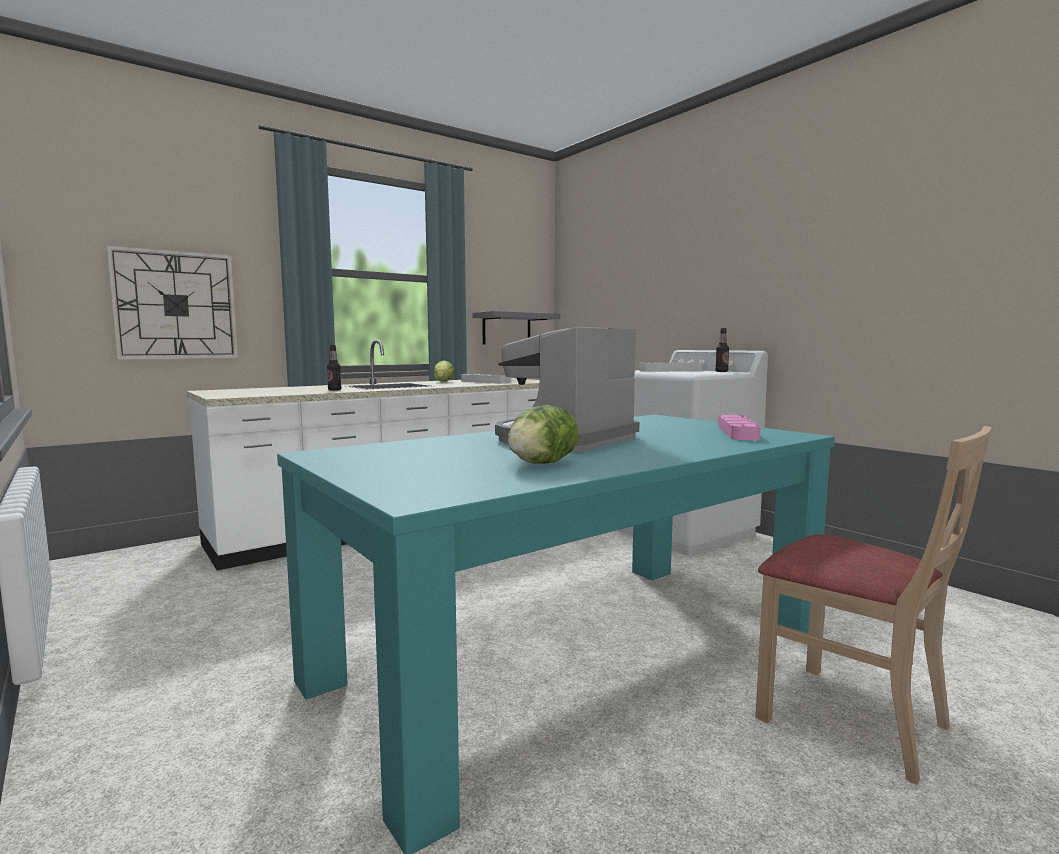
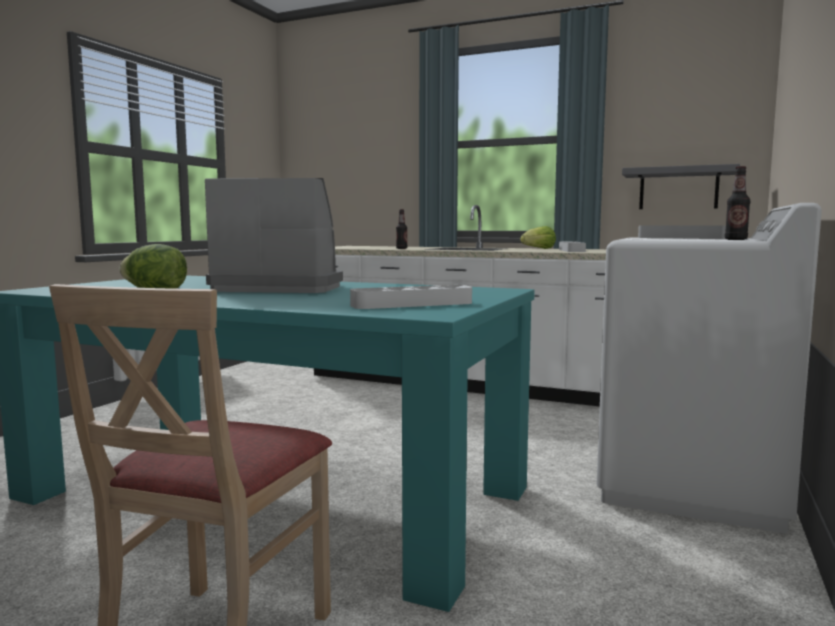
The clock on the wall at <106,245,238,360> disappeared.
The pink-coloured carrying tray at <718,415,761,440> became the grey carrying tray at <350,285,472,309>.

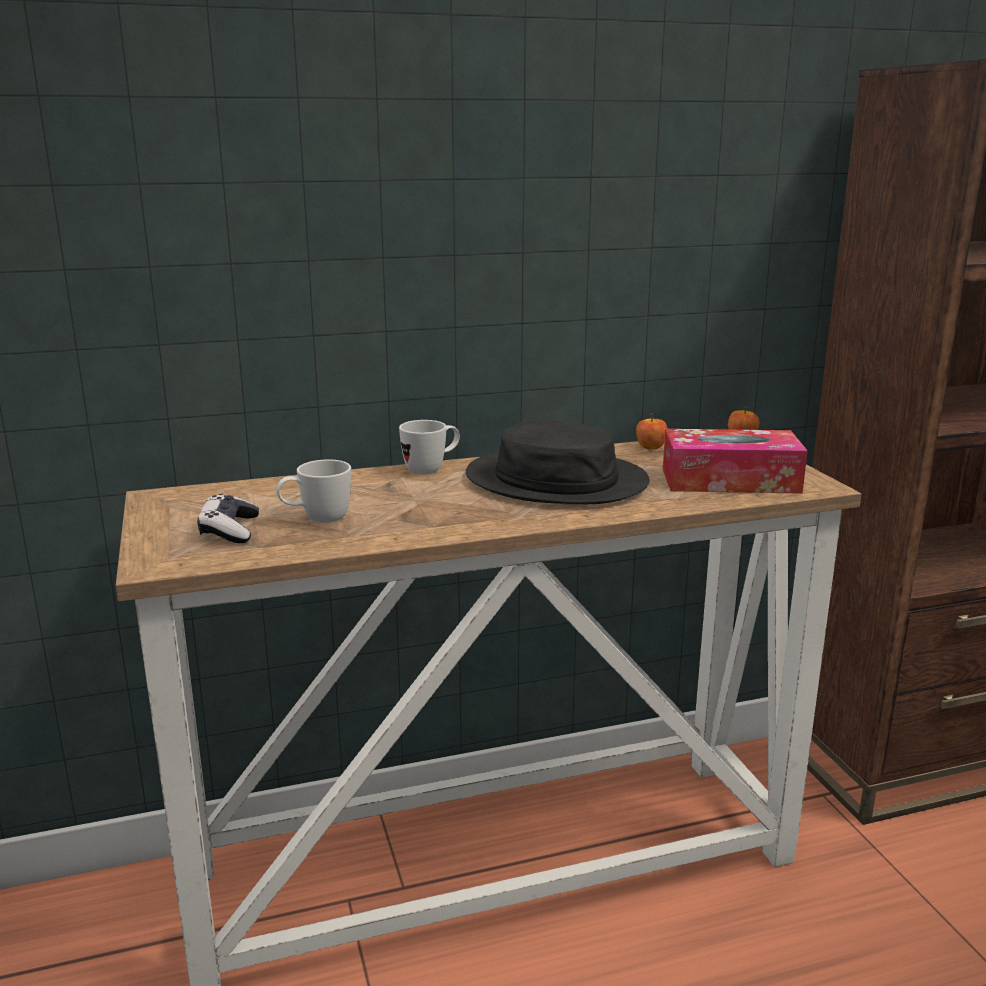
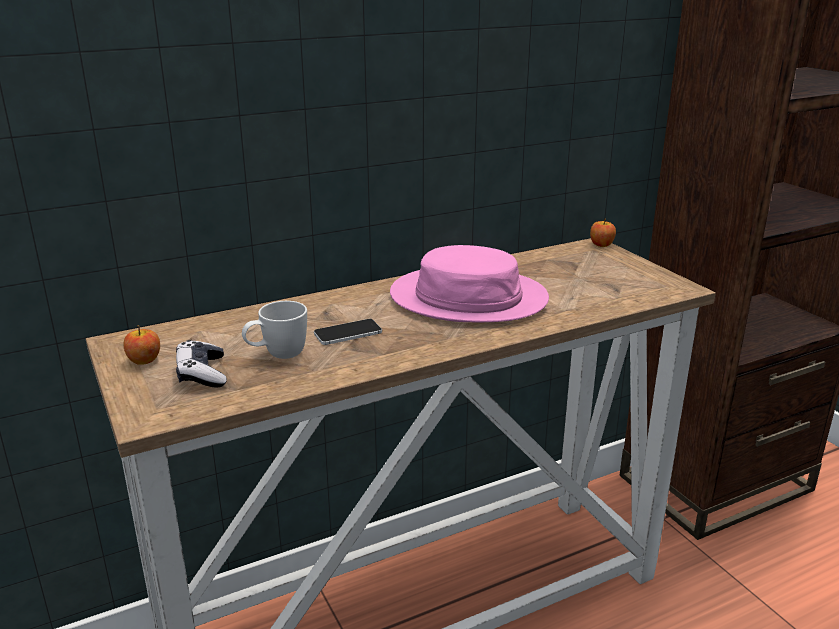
The white-coloured tea mug at <399,420,460,475> disappeared.
The tissue holder at <663,429,808,494> disappeared.
The telephone at <314,319,382,345> appeared.
The apple fruit moved from <636,413,668,449> to <124,325,160,365>.
The black-coloured hat at <466,420,650,504> became the pink-coloured hat at <390,245,549,322>.

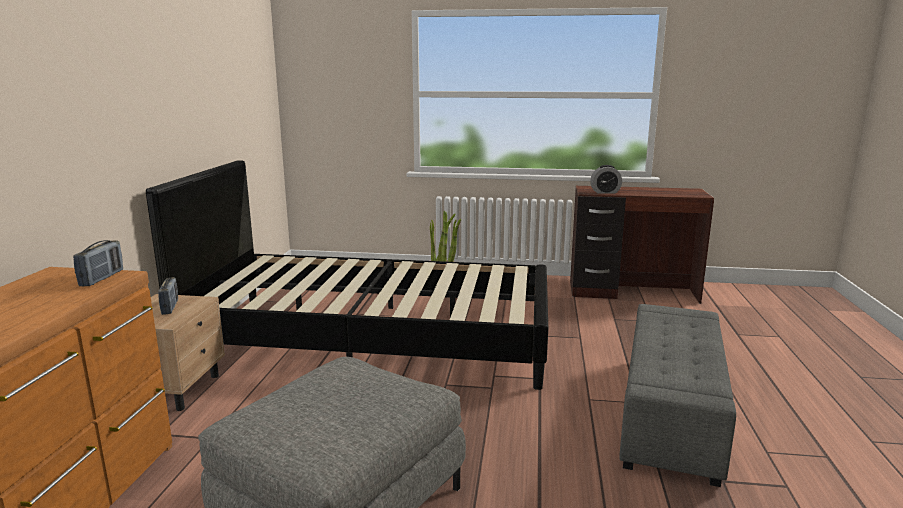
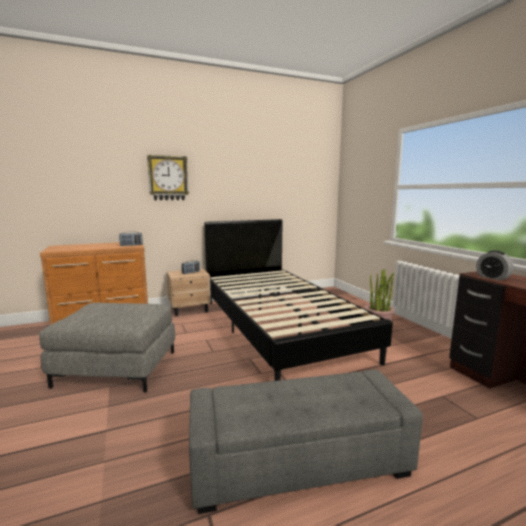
The clock on the wall at <147,155,189,200> appeared.

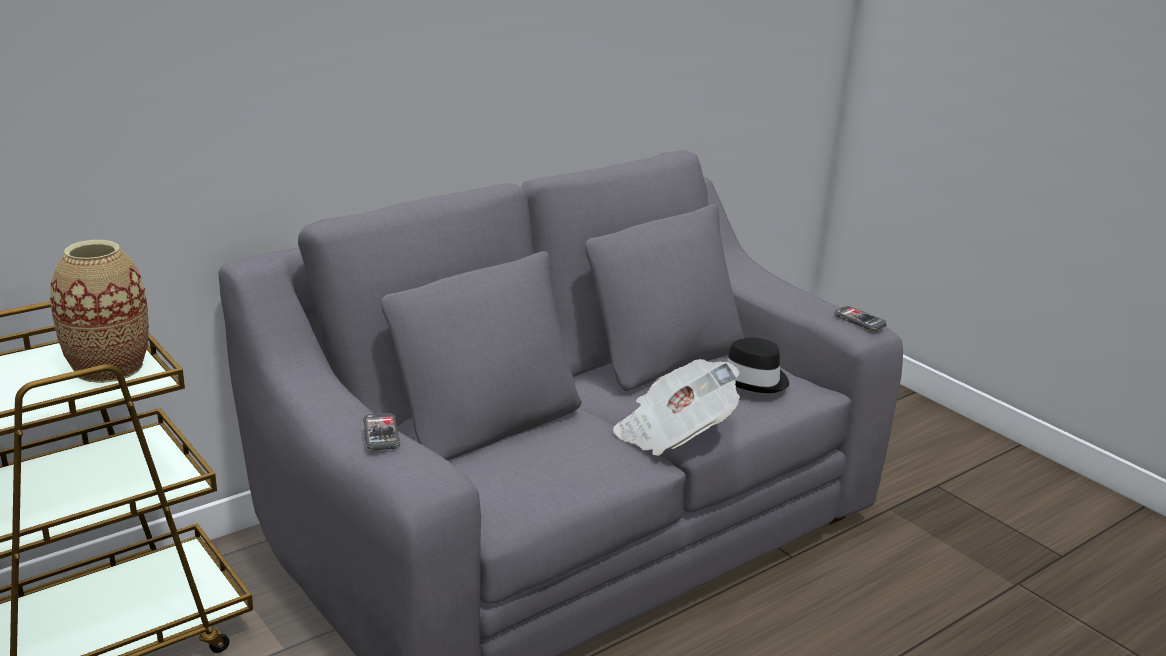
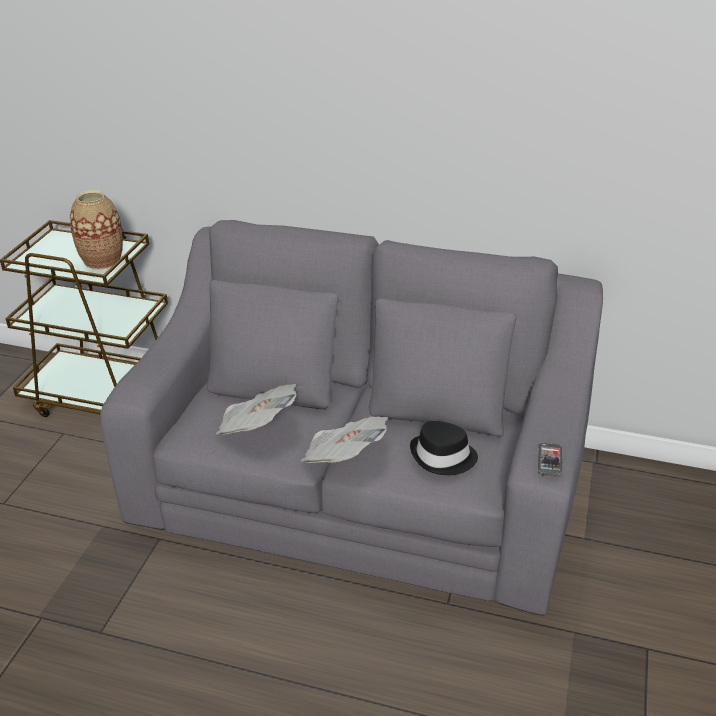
The telephone at <363,413,400,450> disappeared.
The printed paper at <215,384,297,435> appeared.

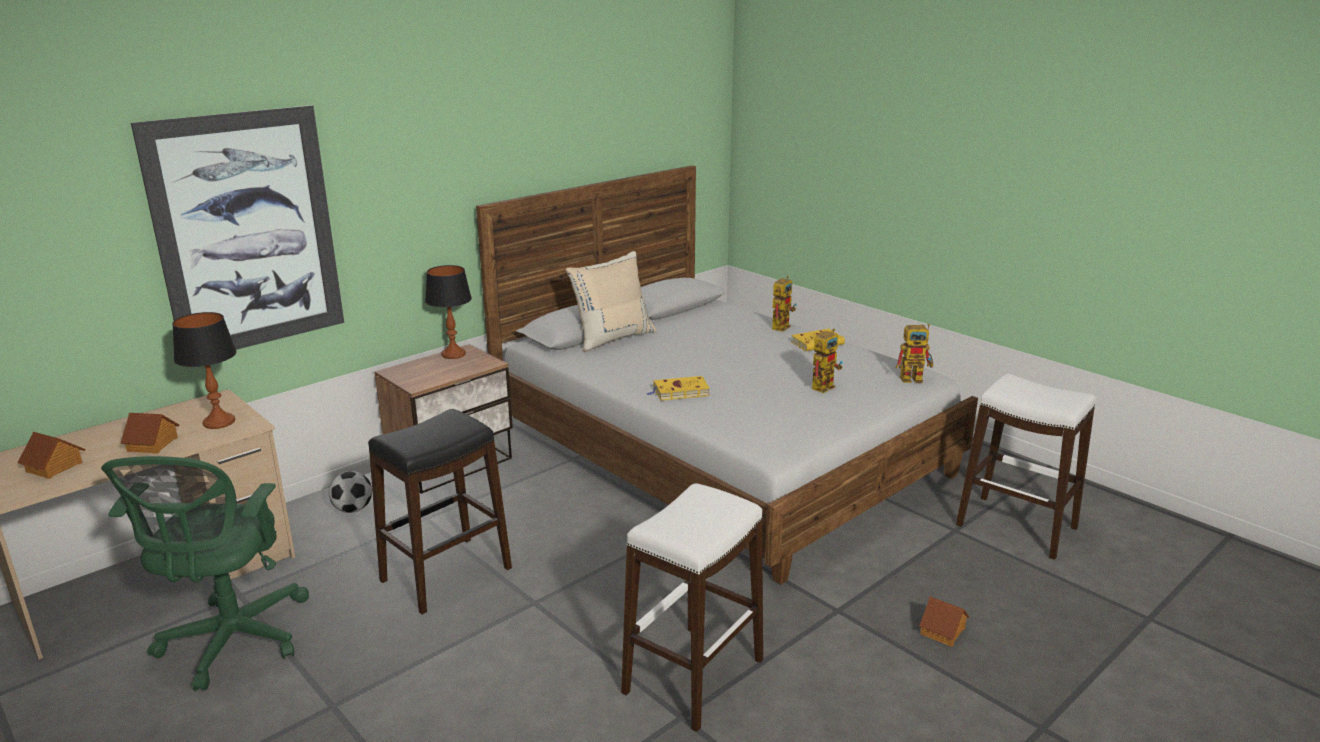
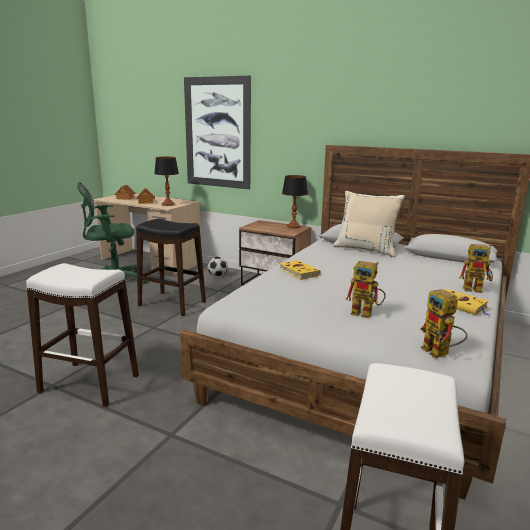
The model house at <919,597,969,647> disappeared.

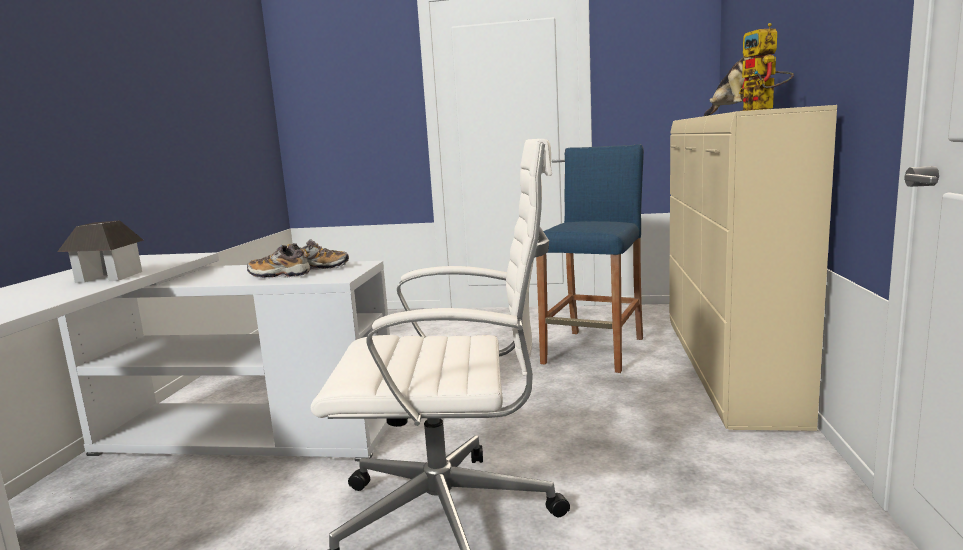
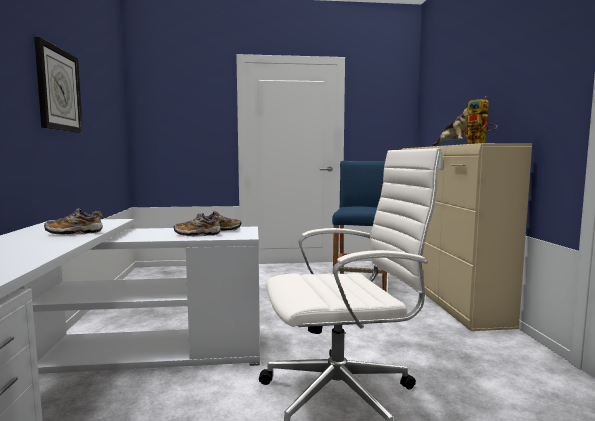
The clock on the wall at <34,37,83,133> appeared.
The model house at <57,220,144,283> was replaced by the item of footwear at <44,208,103,236>.

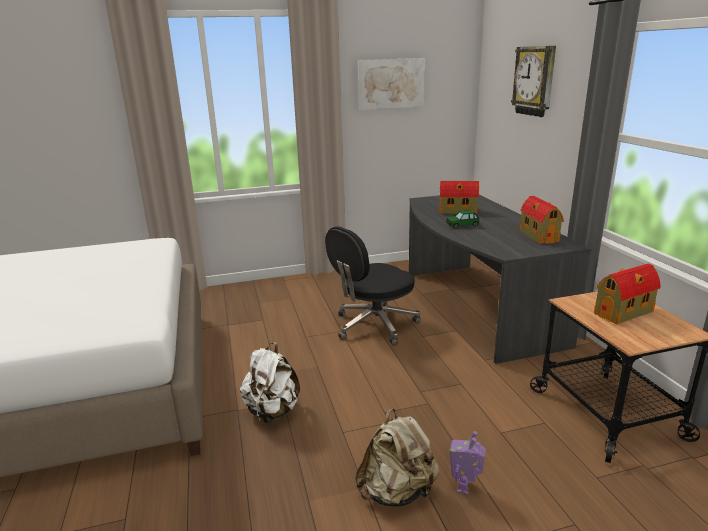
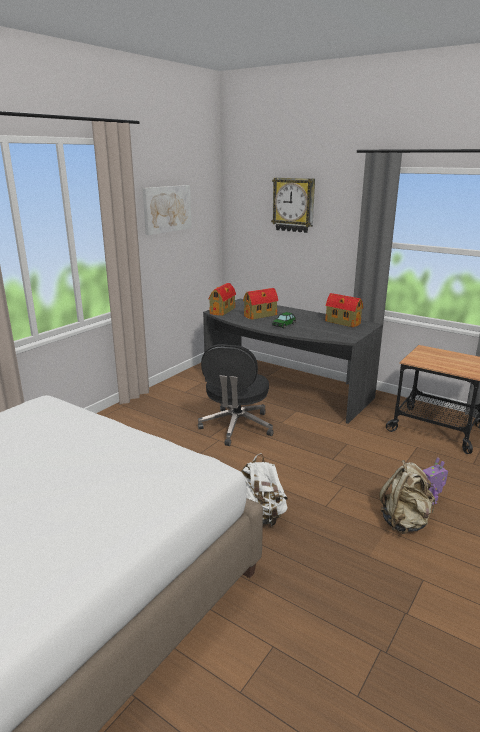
The model house moved from <594,263,661,324> to <209,283,236,316>.

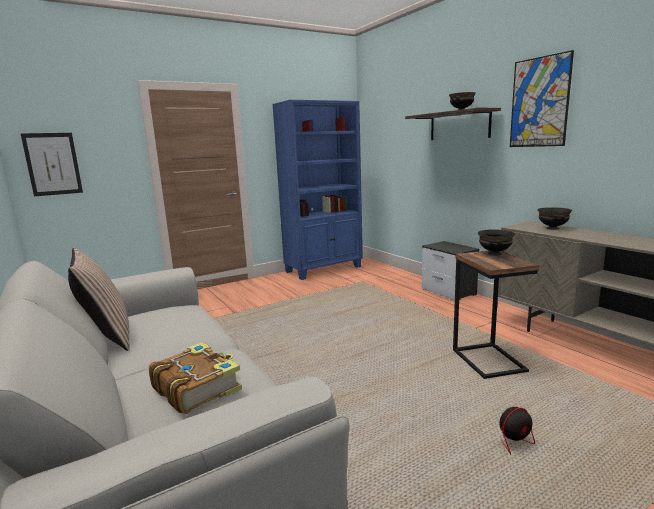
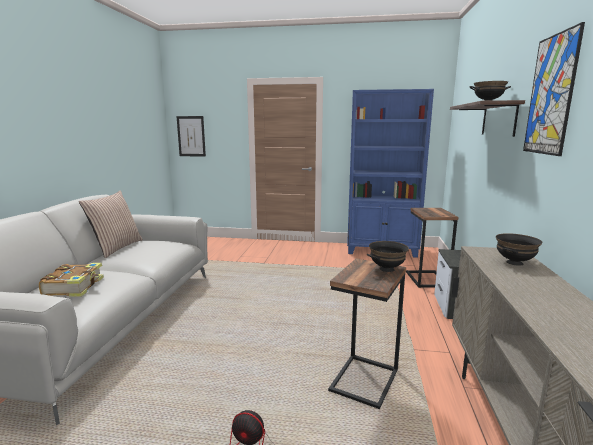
The side table at <406,208,458,288> appeared.

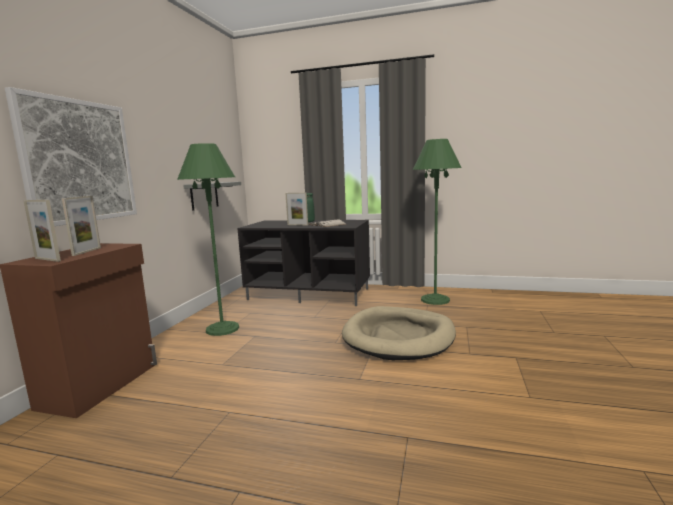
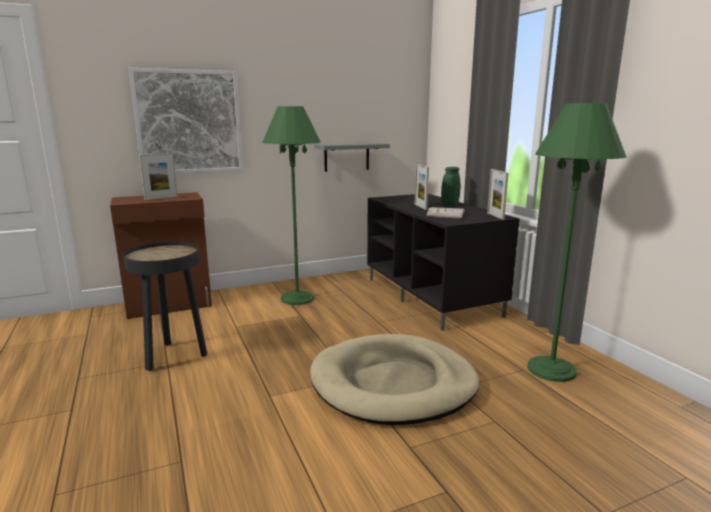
The black-coloured side table at <123,242,207,371> appeared.
The picture frame moved from <23,200,61,262> to <487,169,509,220>.

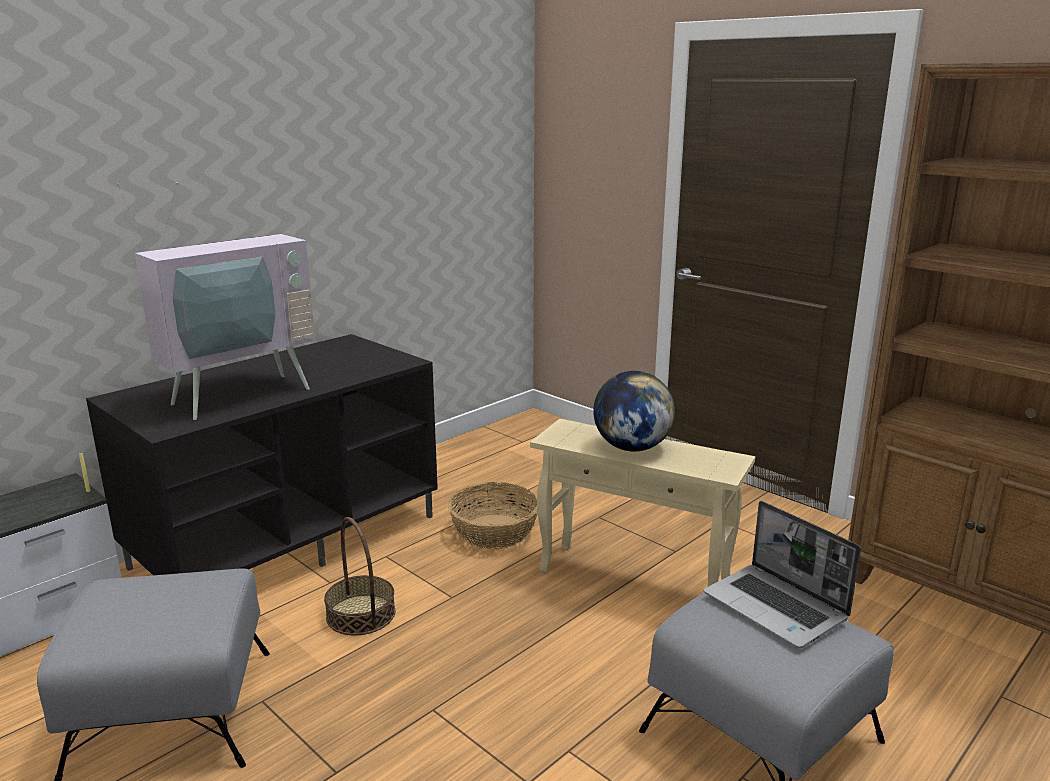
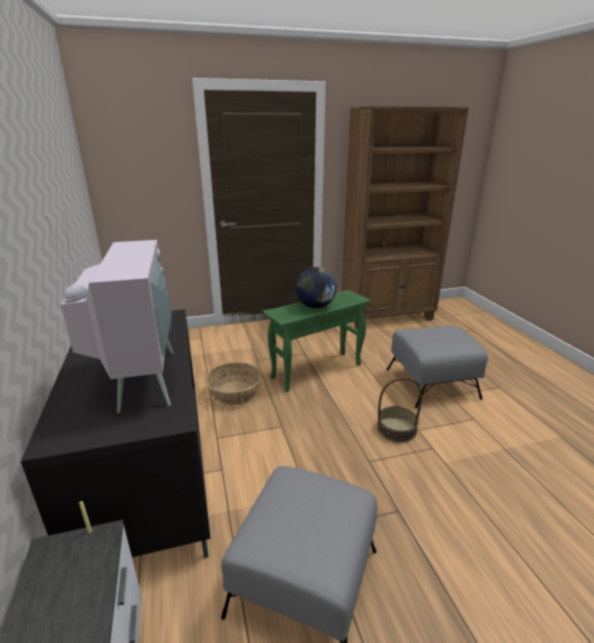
The laptop at <704,501,861,648> disappeared.
The basket moved from <324,517,395,635> to <377,378,422,443>.
The sand-coloured side table at <530,419,755,587> became the green-coloured side table at <263,290,371,392>.

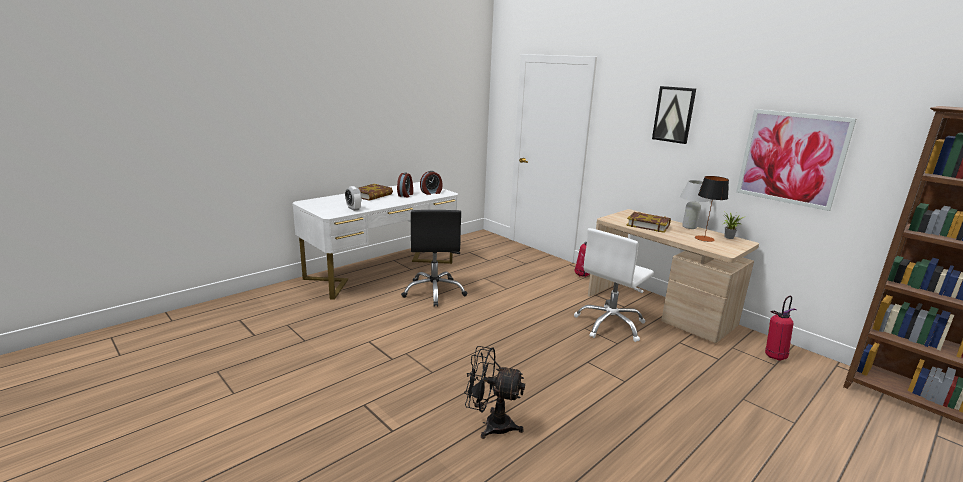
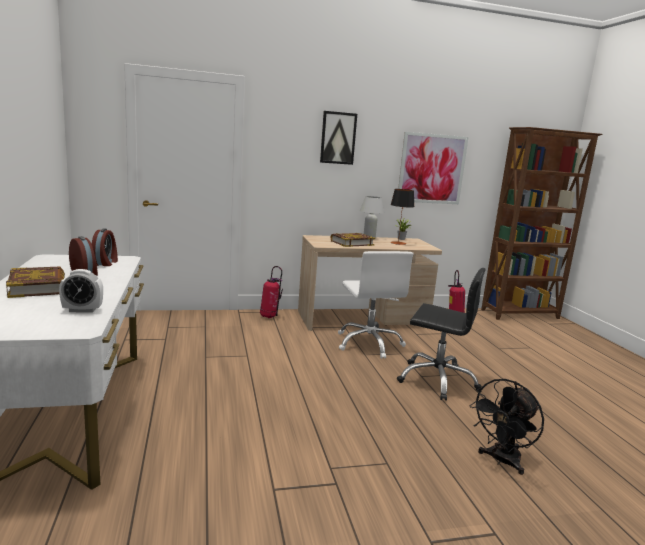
The black-coloured desk chair moved from <401,210,467,307> to <397,268,486,401>.

